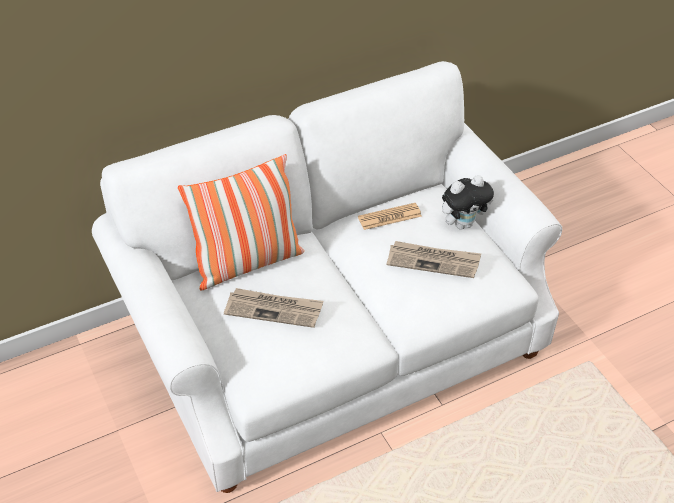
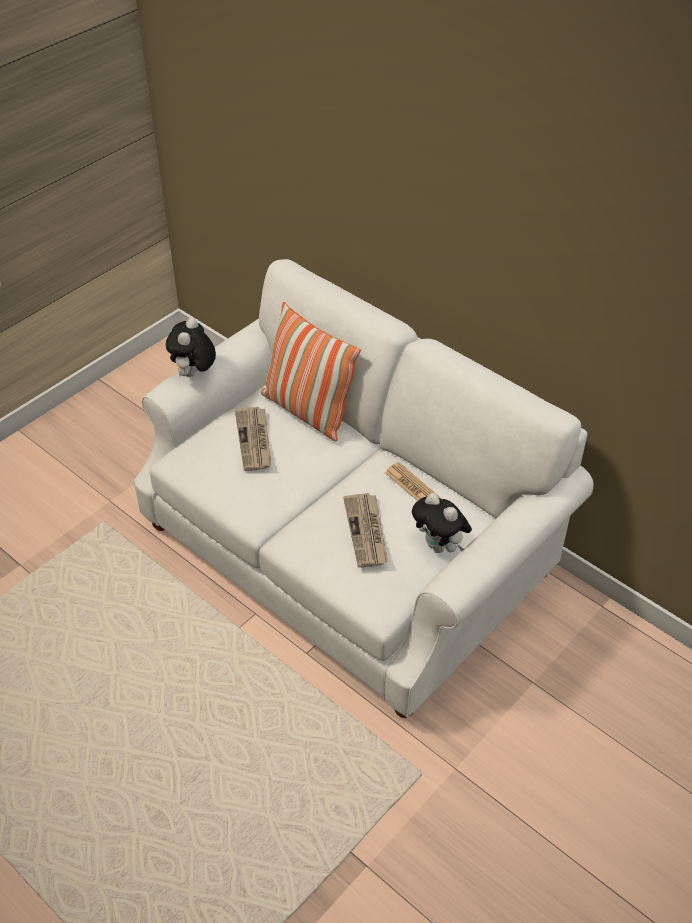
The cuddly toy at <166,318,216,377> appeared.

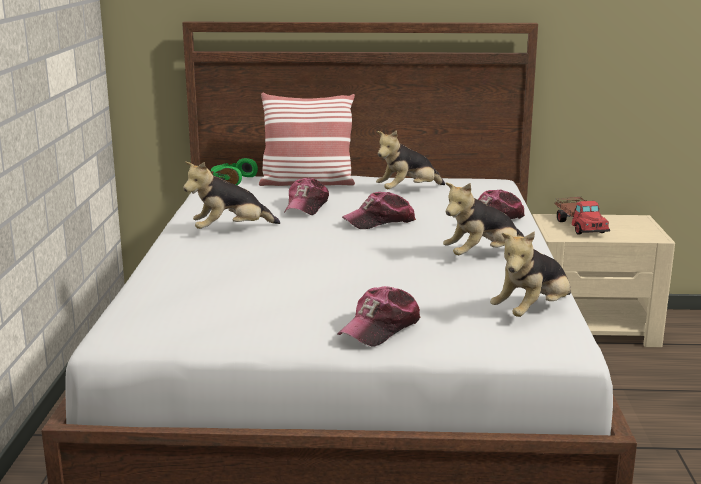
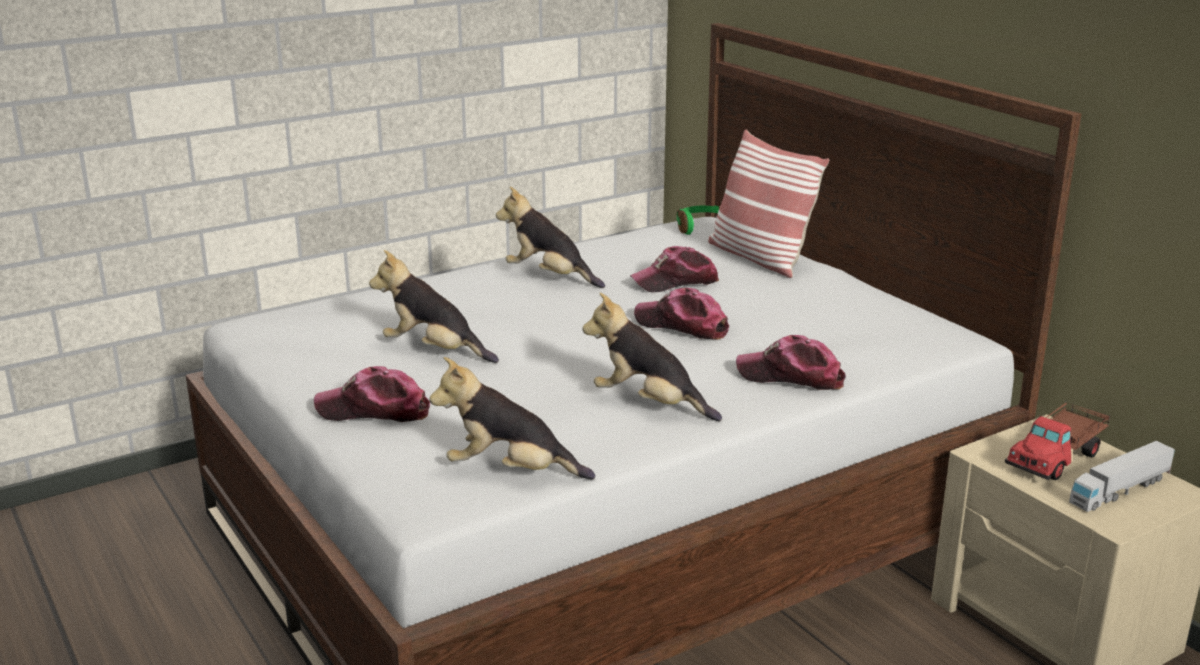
The model truck at <1069,441,1175,512> appeared.
The cuddly toy moved from <376,130,445,189> to <369,250,499,363>.

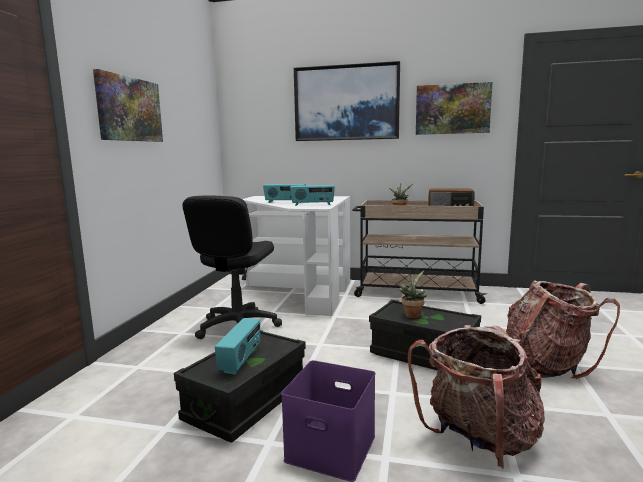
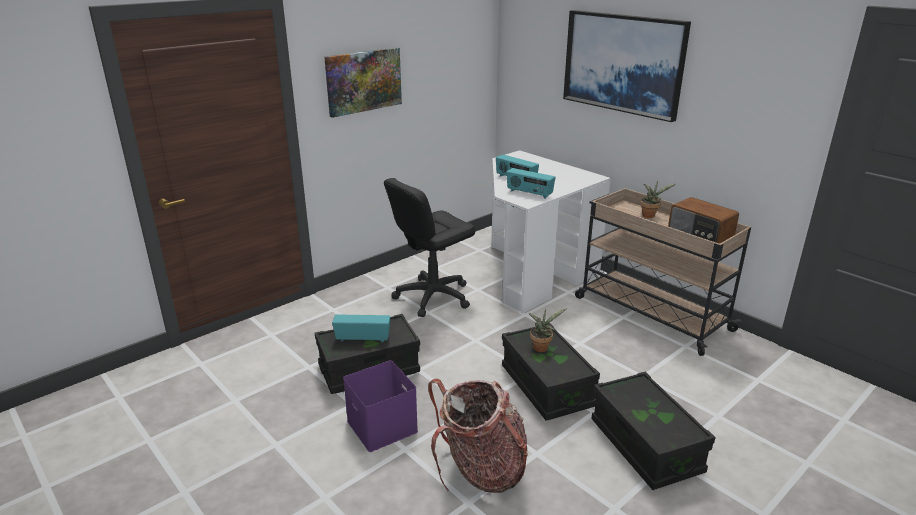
The picture at <416,82,492,135> disappeared.
The backpack at <506,281,620,379> was replaced by the black-coloured storage box at <591,372,716,490>.
The radio at <215,318,260,375> turned 135 degrees counterclockwise.

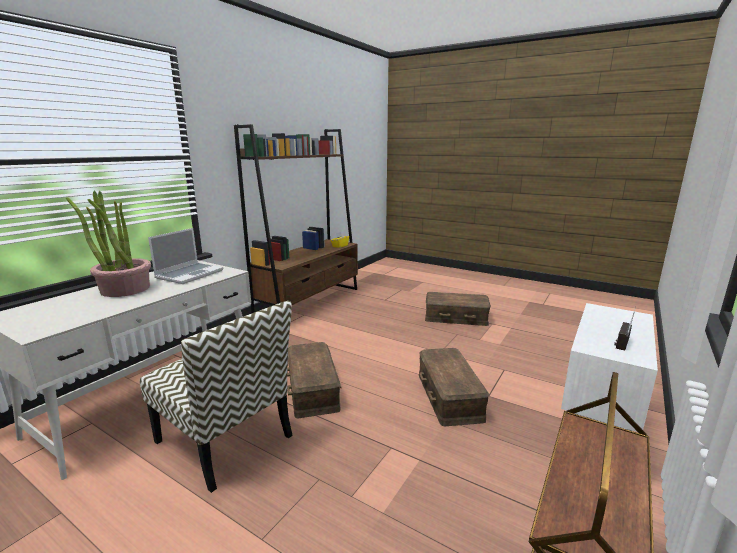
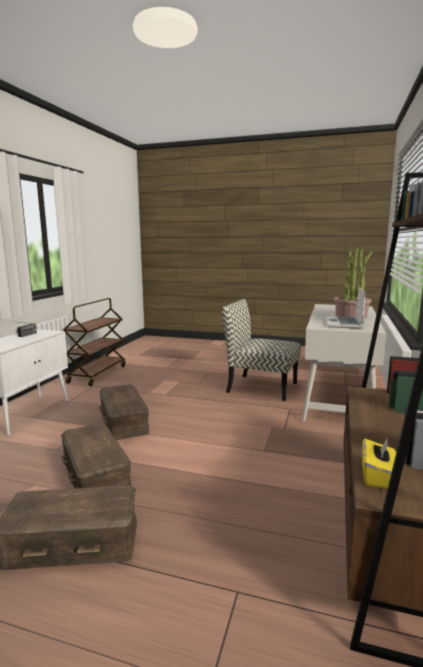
The brownish storage box moved from <287,342,341,418> to <61,423,132,488>.

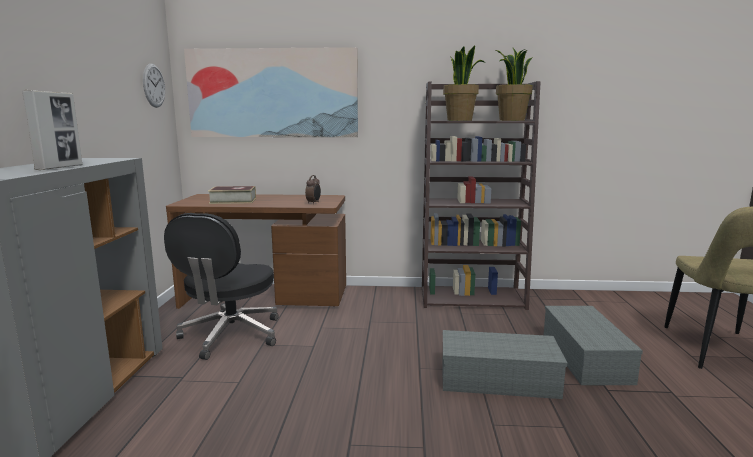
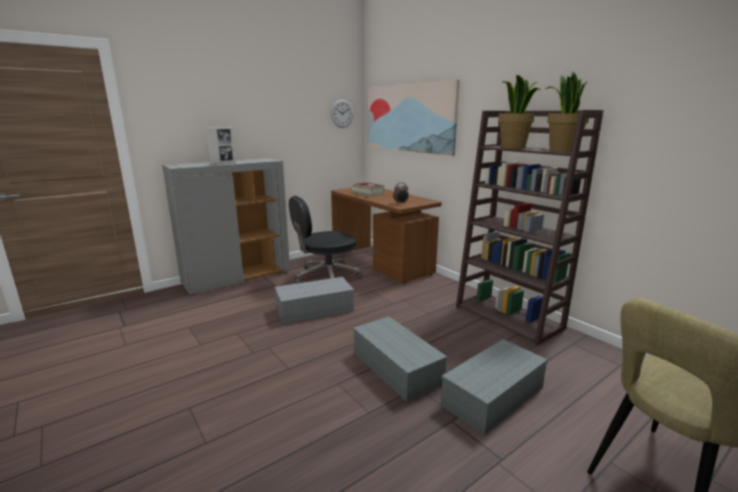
The grey storage box at <275,277,354,324> appeared.

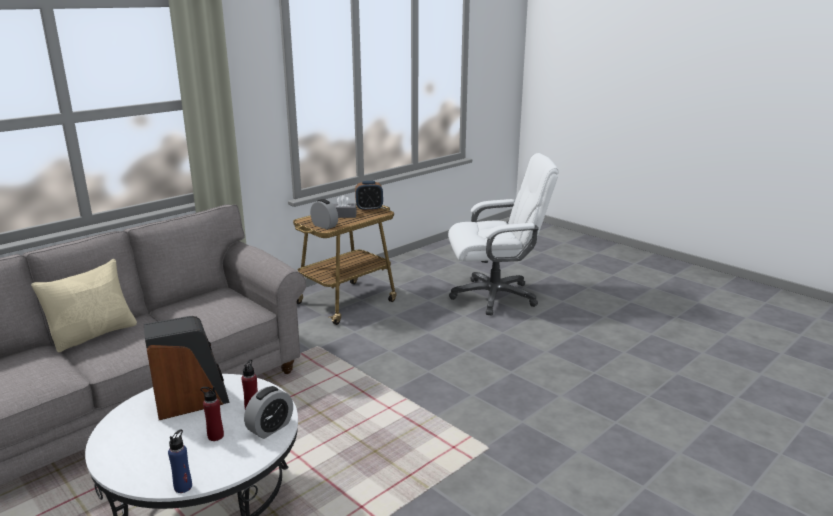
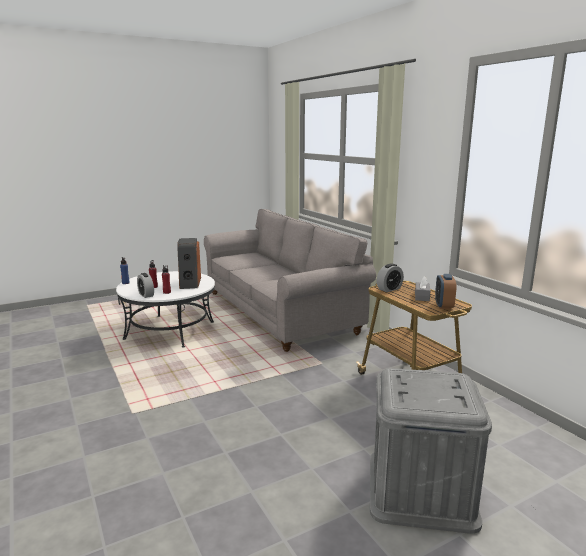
The sand-coloured pillow at <31,259,137,352> disappeared.
The white-coloured desk chair at <448,153,559,315> was replaced by the grey storage box at <370,368,492,534>.

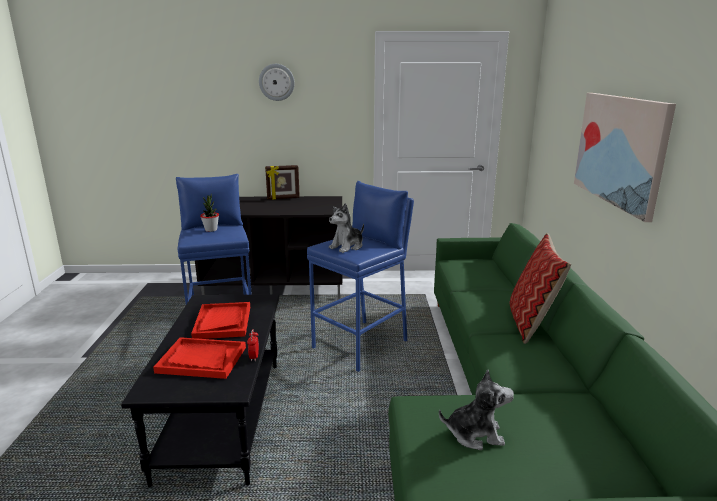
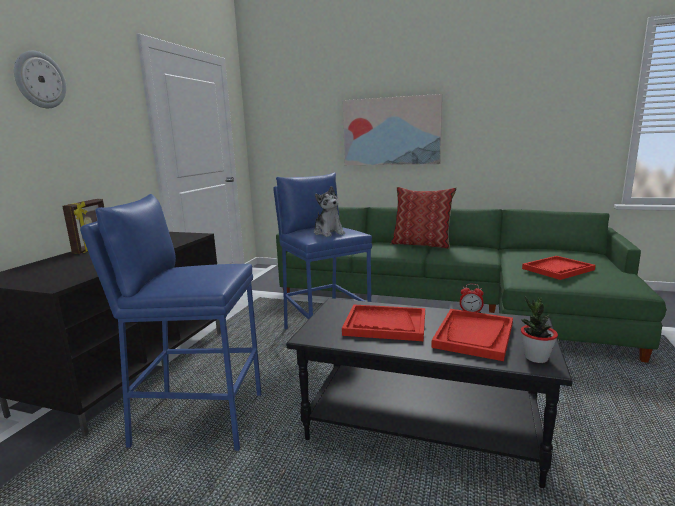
The plant in a pot moved from <200,194,219,232> to <521,296,558,363>.
The cuddly toy at <439,370,514,450> was replaced by the red-coloured carrying tray at <522,256,595,280>.

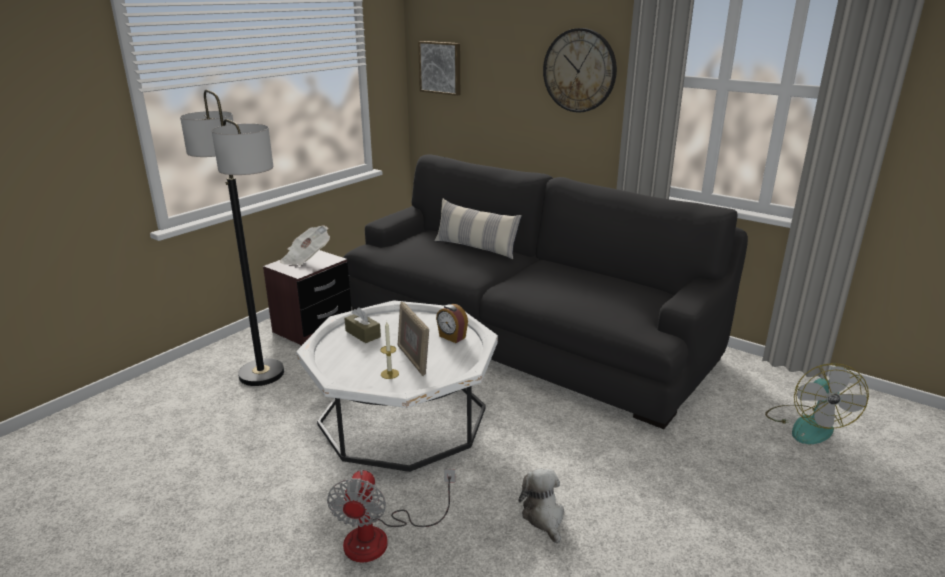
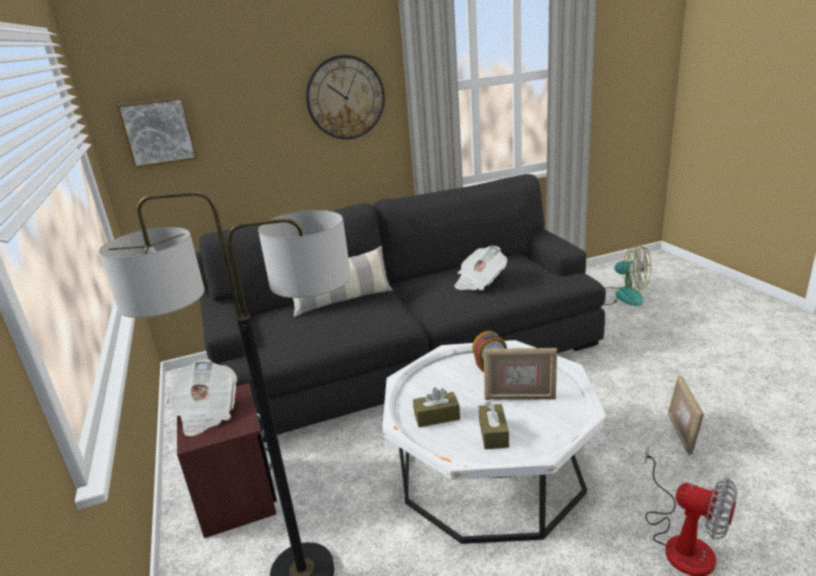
The wax candle at <380,322,399,379> disappeared.
The printed paper at <454,246,507,291> appeared.
The brownish tissue holder at <479,401,509,449> appeared.
The cuddly toy at <518,468,564,544> was replaced by the picture frame at <668,375,704,455>.

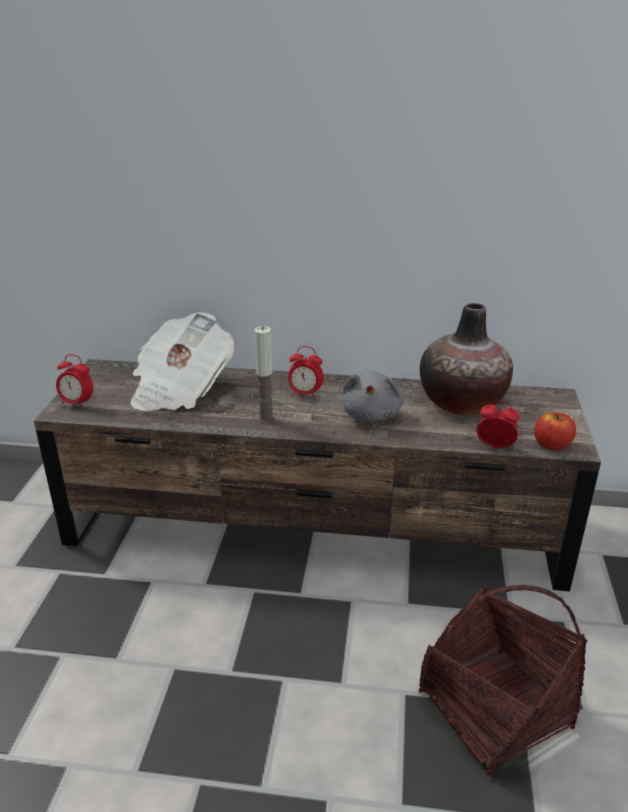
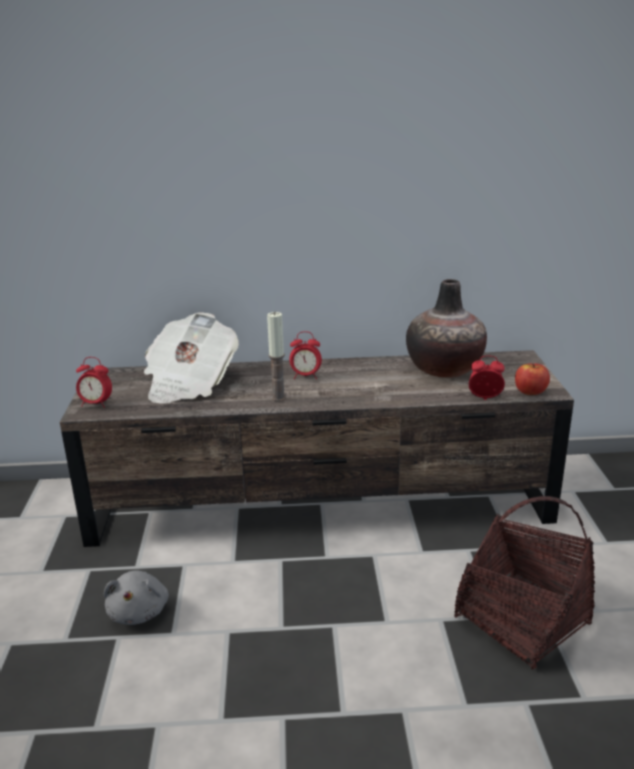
The grey cuddly toy moved from <342,371,404,422> to <104,570,169,625>.

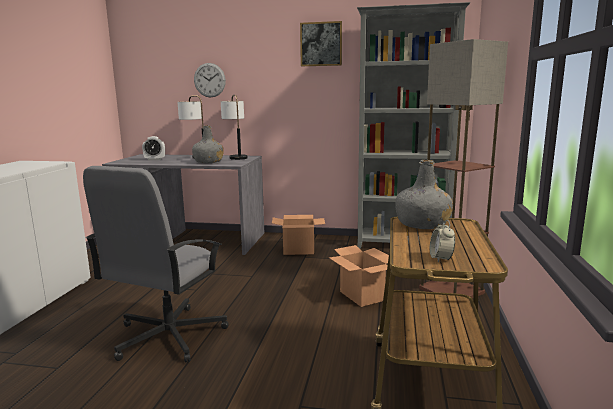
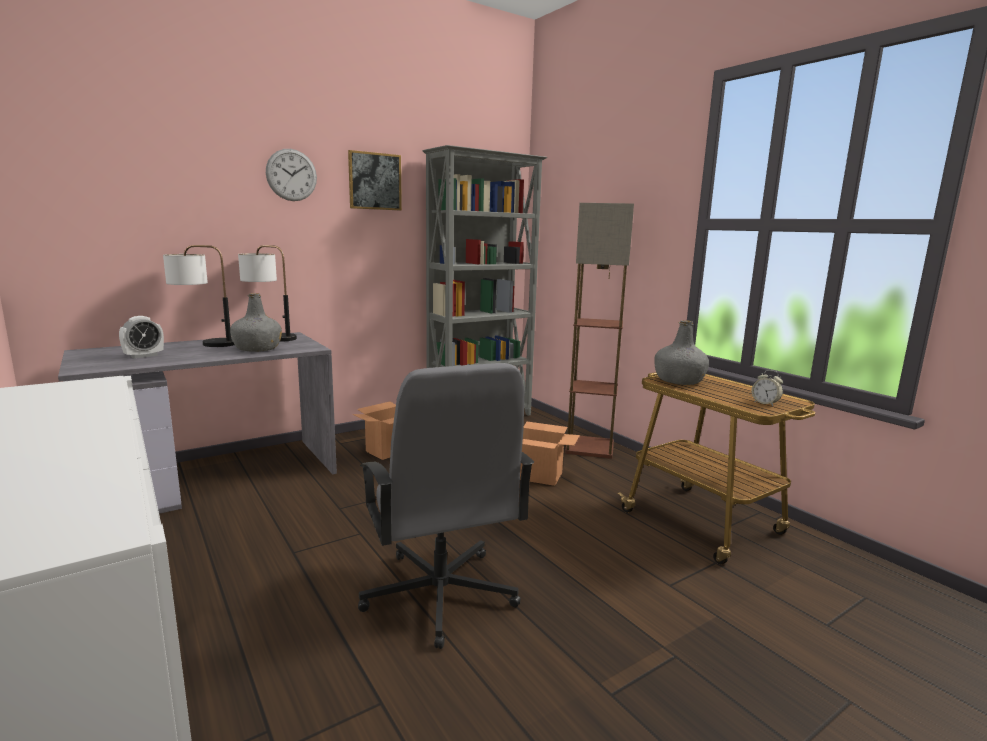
The clock on the wall moved from <194,63,226,97> to <266,149,317,201>.

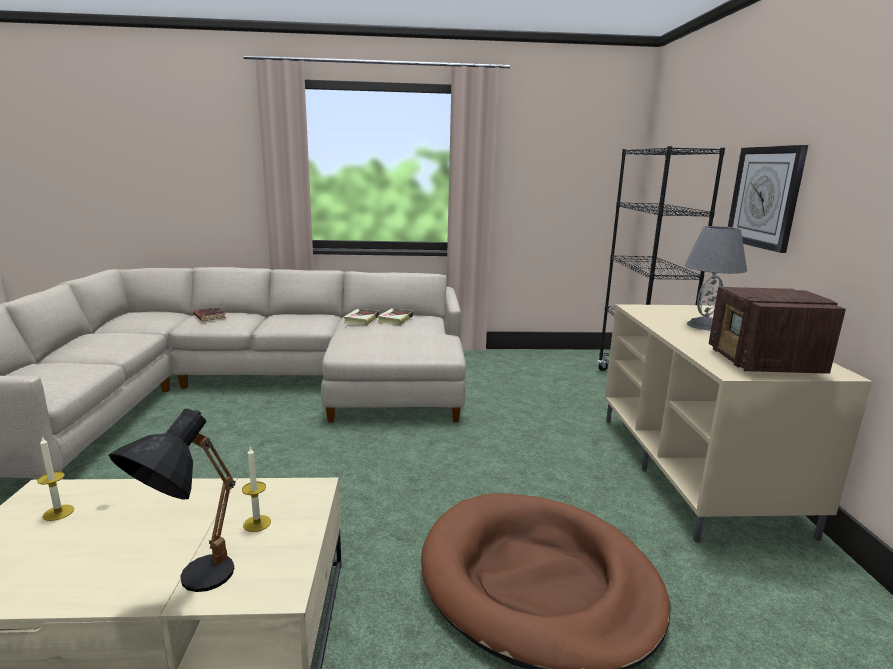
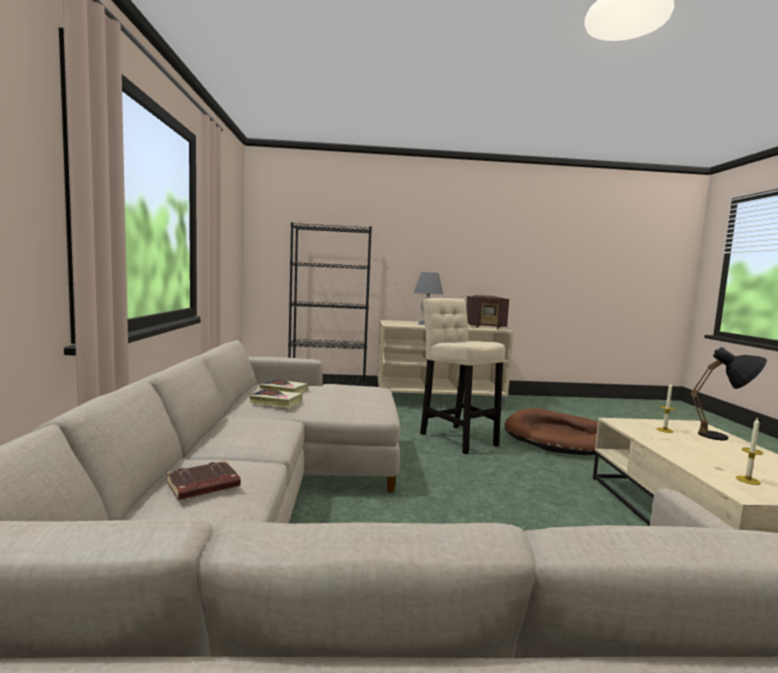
The clock on the wall at <728,145,808,253> disappeared.
The sand-coloured stool at <420,298,505,454> appeared.

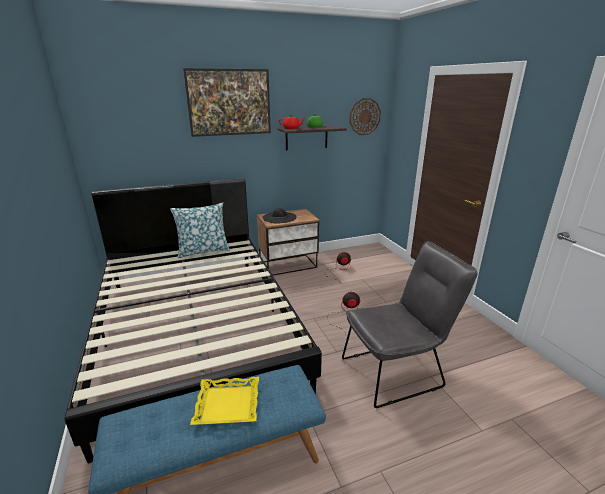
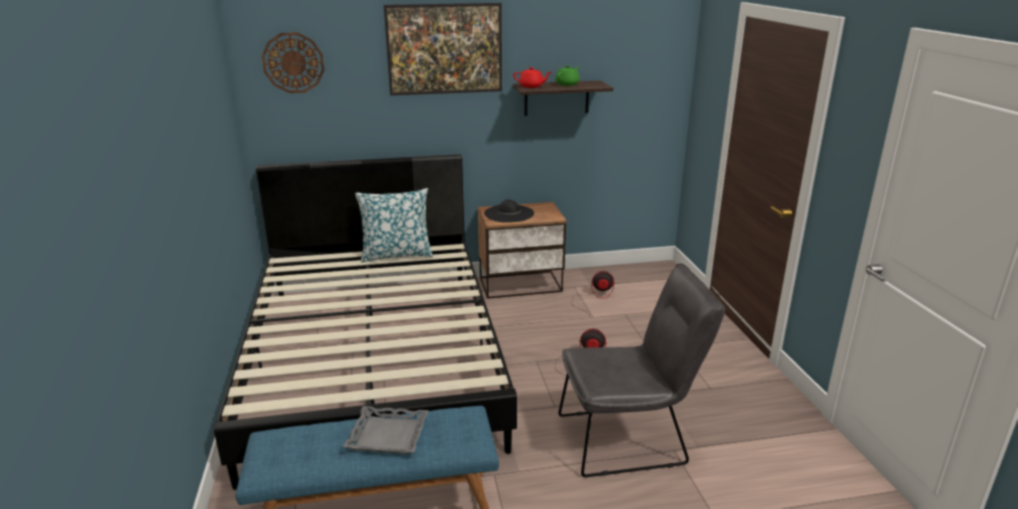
The clock on the wall moved from <349,98,381,135> to <262,32,324,93>.
The yellow-coloured carrying tray at <190,377,259,425> became the grey carrying tray at <343,406,429,454>.

